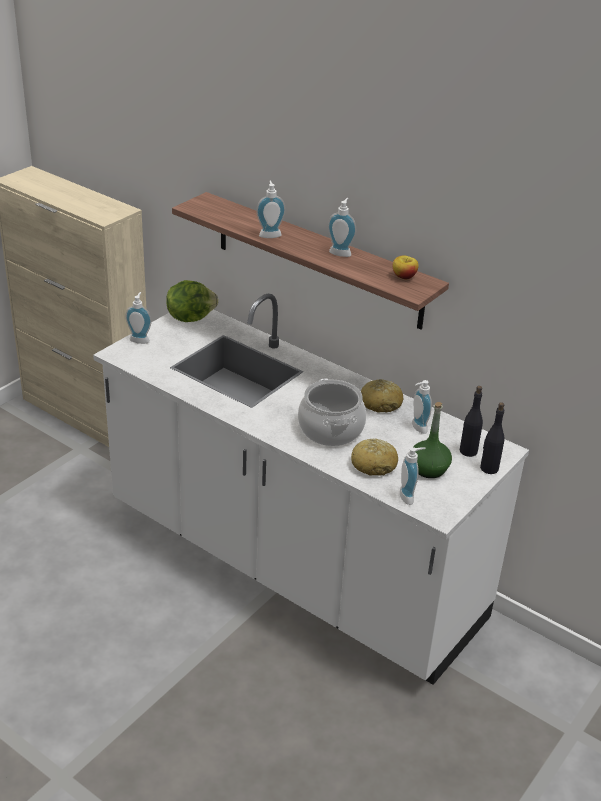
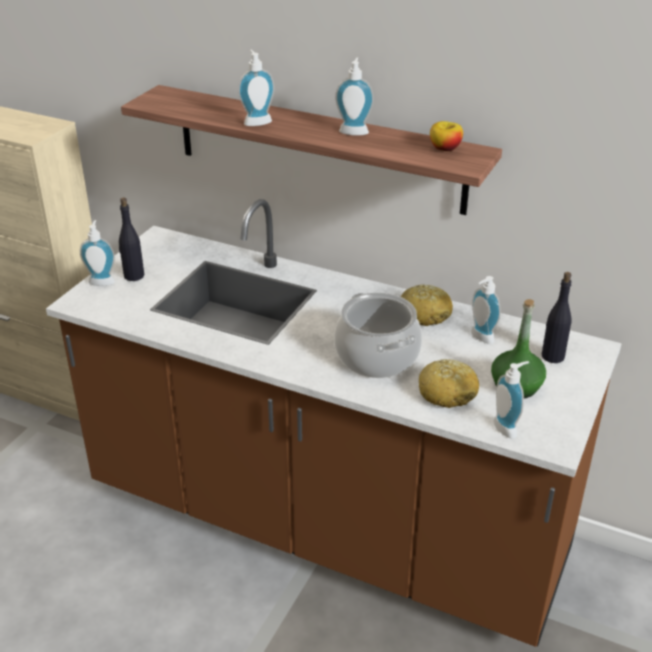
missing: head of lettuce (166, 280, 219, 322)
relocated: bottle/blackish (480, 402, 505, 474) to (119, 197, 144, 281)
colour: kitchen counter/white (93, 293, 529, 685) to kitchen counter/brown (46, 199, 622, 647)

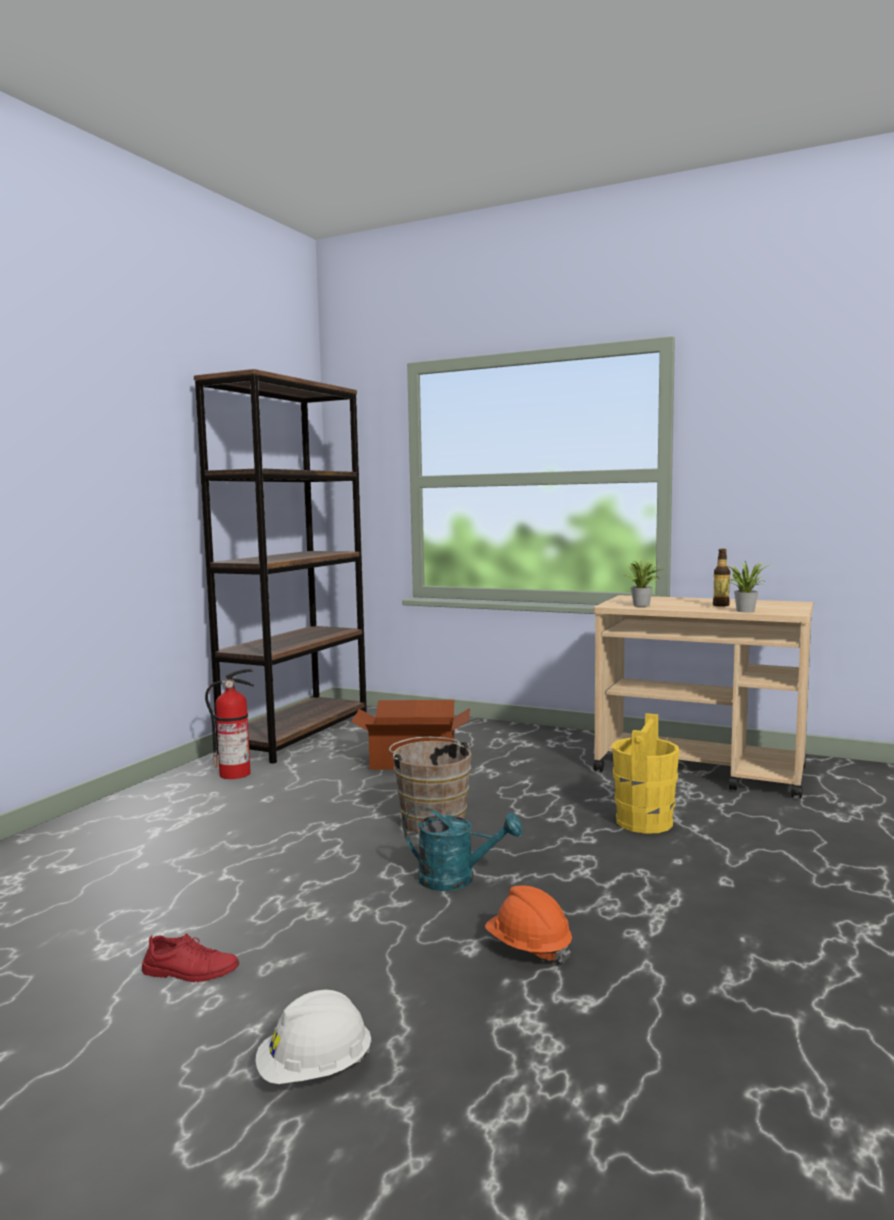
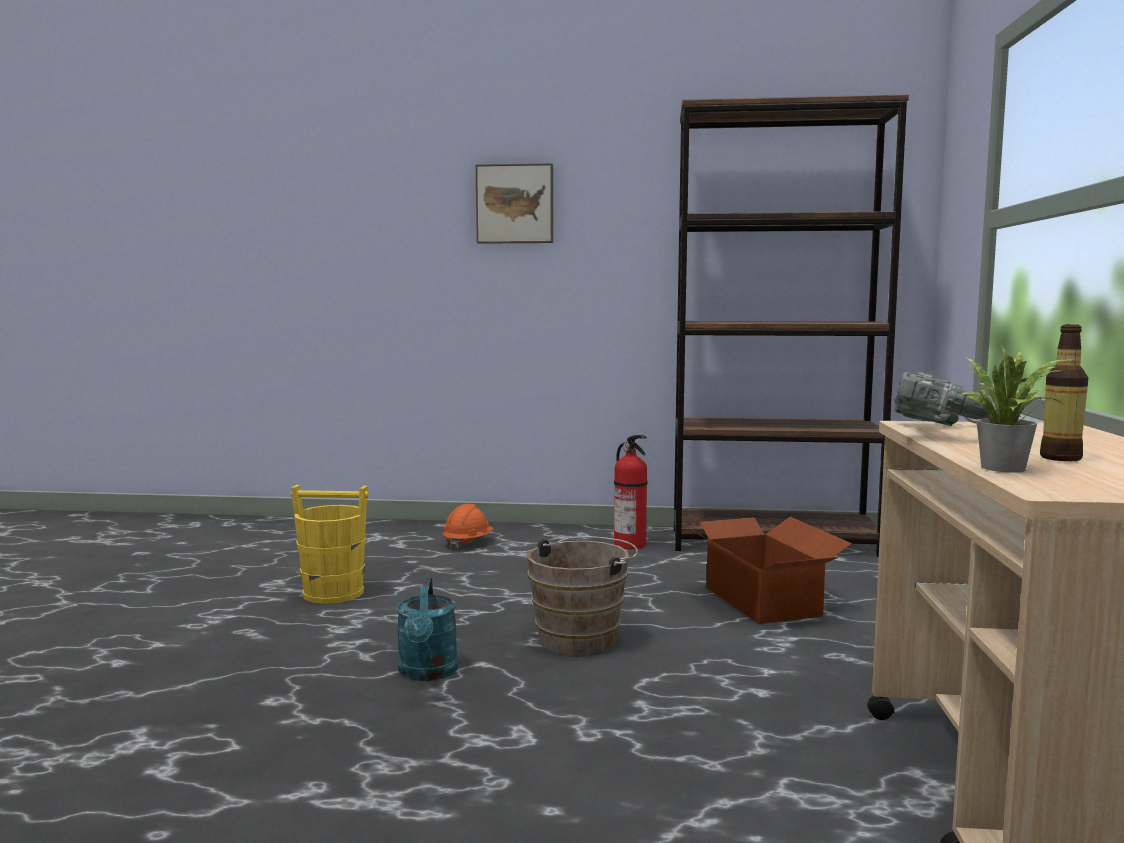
missing: shoe/reddish (142, 934, 239, 982); hard hat/white (256, 990, 372, 1084)
appeared: wall art (476, 163, 553, 244)
relocated: hard hat/orange-coloured (485, 885, 572, 964) to (443, 504, 494, 550); bucket/yellow-coloured (612, 713, 680, 834) to (291, 485, 369, 604)
exchanged: potted plant (623, 557, 663, 607) to electric drill (894, 372, 1021, 426)

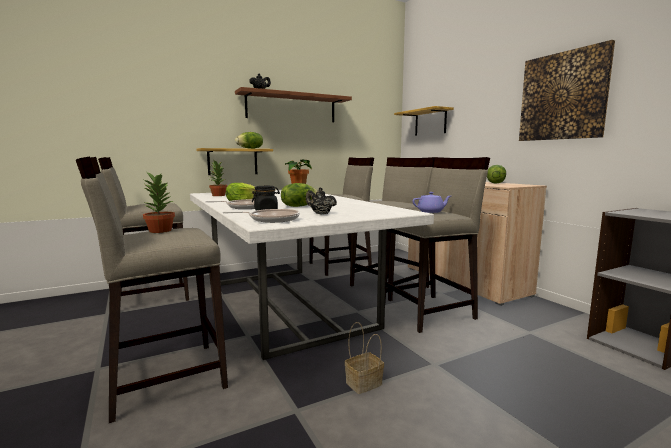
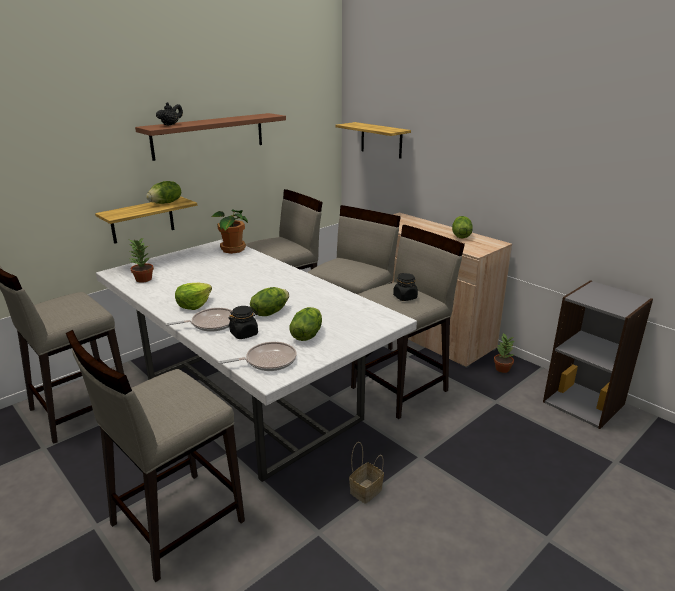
missing: wall art (519, 40, 615, 141)
relocated: potted plant (143, 171, 175, 233) to (494, 333, 514, 373)
exchanged: tea pot/blackish (306, 188, 337, 214) to head of lettuce (289, 307, 322, 341); tea pot/purple (412, 192, 451, 213) to jar/blackish (393, 273, 418, 301)

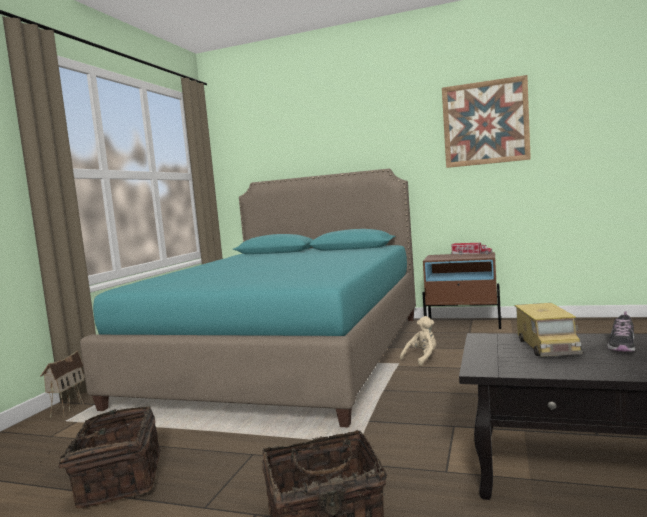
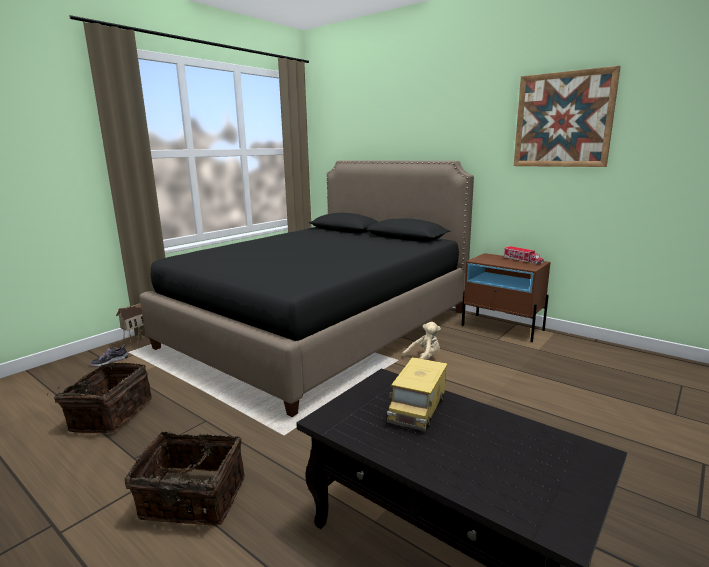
relocated: shoe (607, 311, 635, 352) to (90, 346, 128, 366)
colour: bed/blue-green (80, 169, 416, 428) to bed/blackish (140, 160, 474, 417)

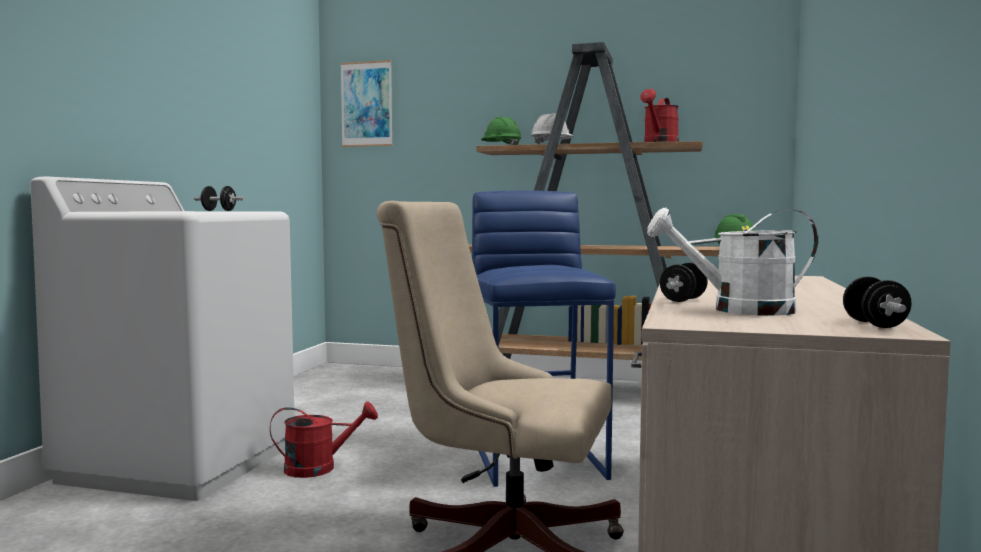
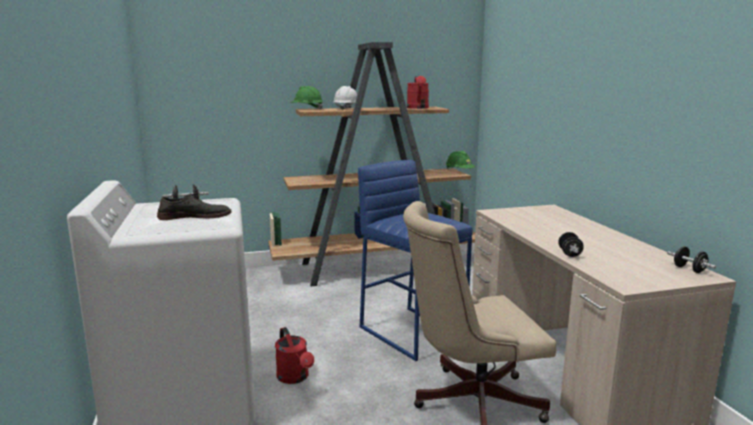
missing: wall art (340, 60, 393, 147); sprinkling can/white (647, 208, 818, 316)
appeared: shoe/greyish (157, 193, 231, 220)
spun: sprinkling can/reddish (270, 401, 378, 478) = (275, 327, 314, 384) 105 degrees clockwise

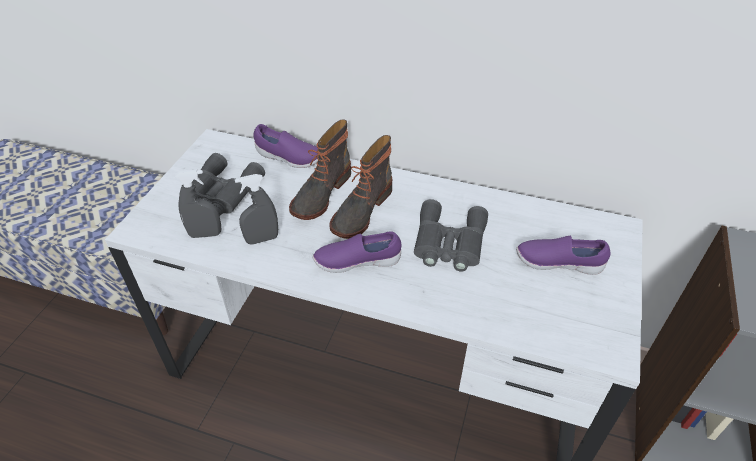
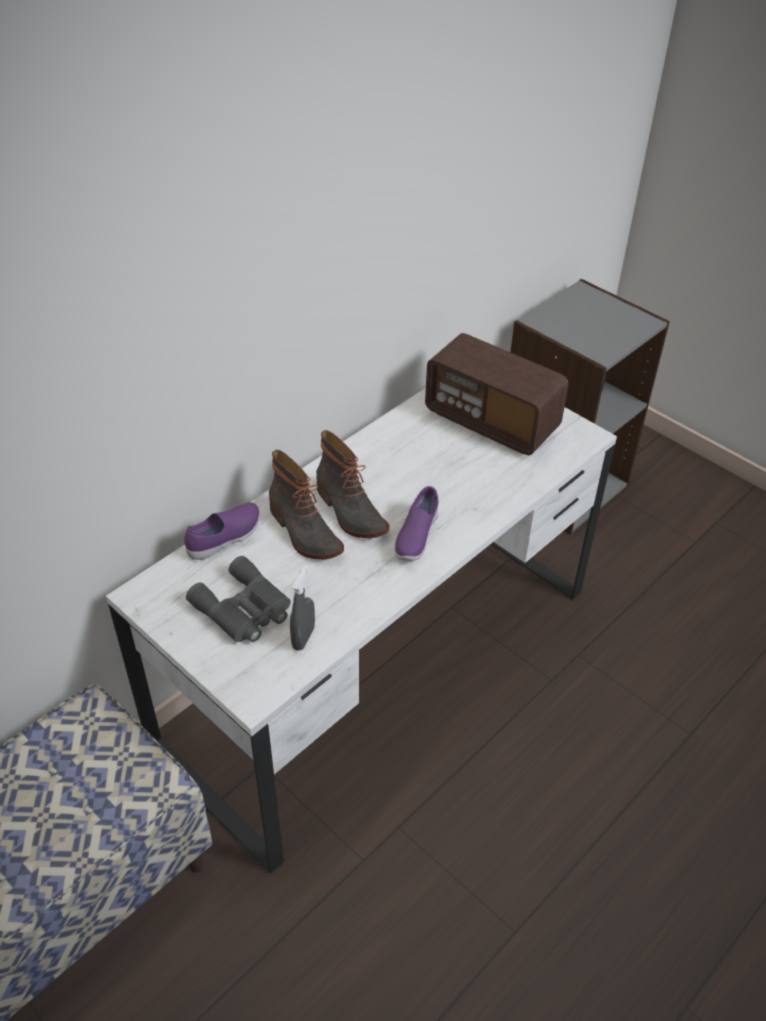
missing: spray bottle/greyish (235, 174, 278, 245); field glasses/greyish (414, 199, 488, 272)
exchanged: shoe/purple (516, 236, 611, 275) to radio (425, 333, 568, 455)

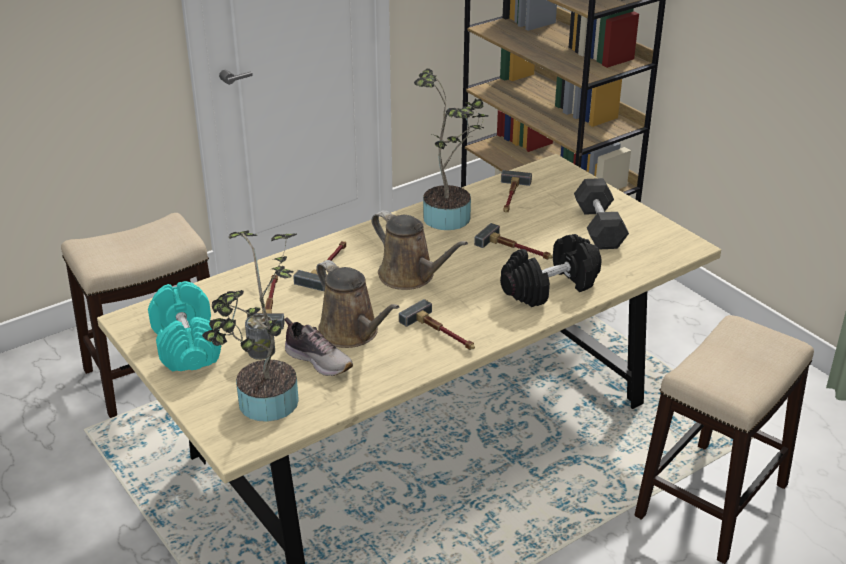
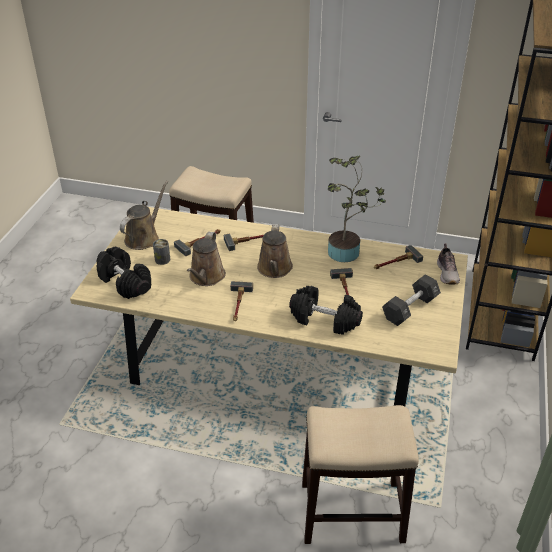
relocated: shoe (284, 317, 353, 376) to (437, 244, 460, 284)
exchanged: hand weight/blue-green (148, 281, 221, 372) to sprinkling can/brown (120, 181, 168, 250); potted plant (202, 230, 299, 422) to hand weight/blackish (96, 247, 151, 299)

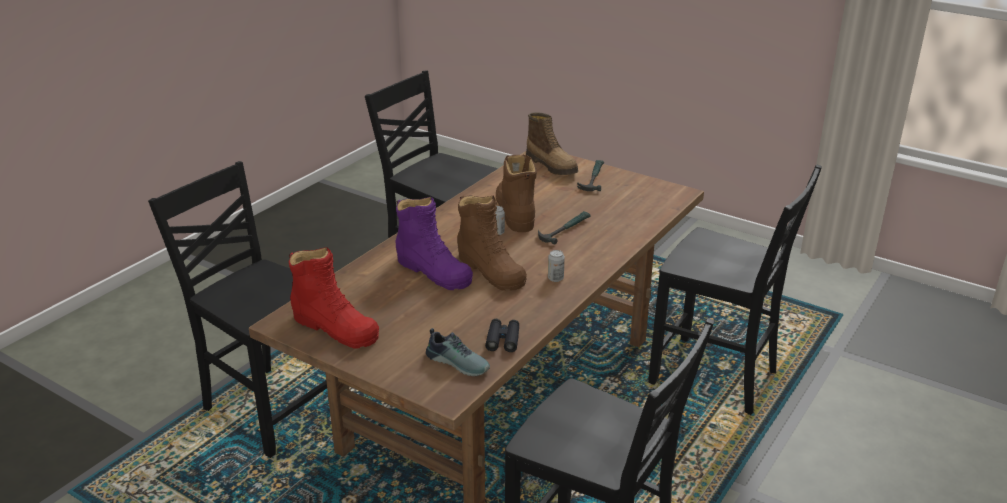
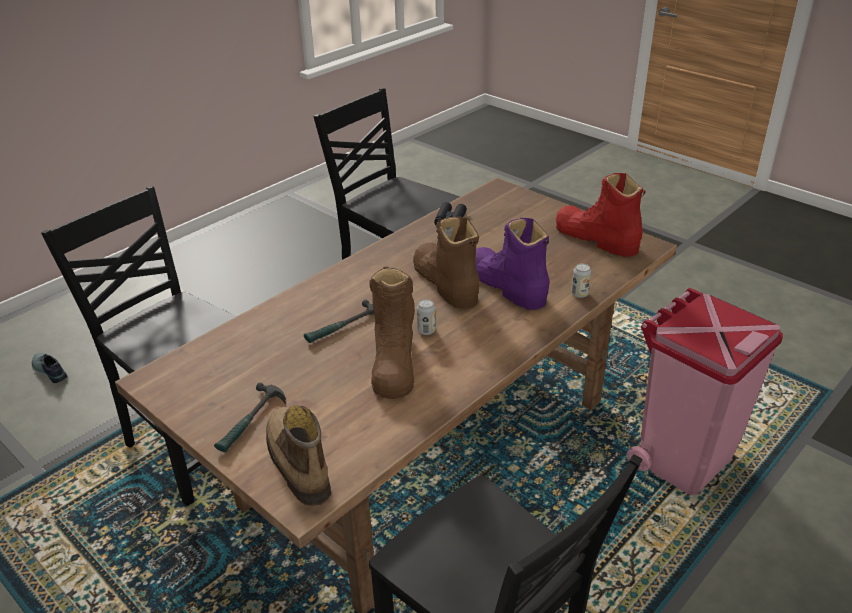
relocated: shoe (426, 328, 490, 376) to (32, 353, 68, 383); sealed can (548, 250, 565, 282) to (571, 263, 591, 298)
exchanged: plain chair/blackish (148, 161, 327, 458) to rubbish bin/pink (627, 288, 783, 495)

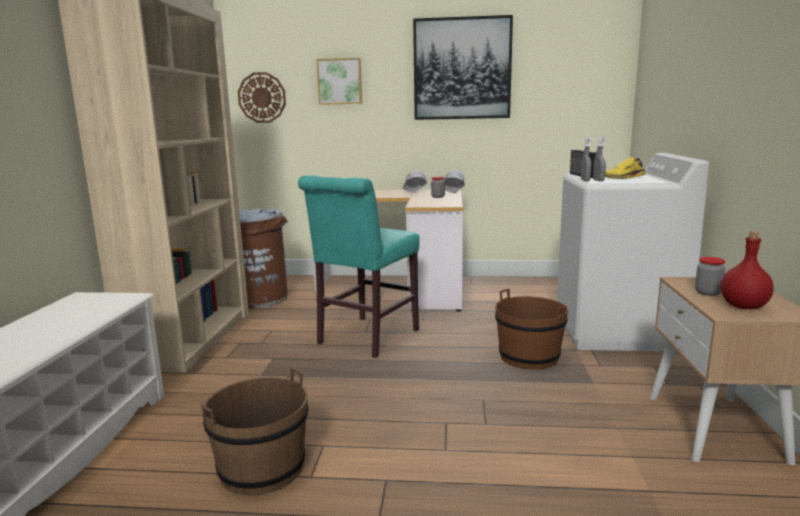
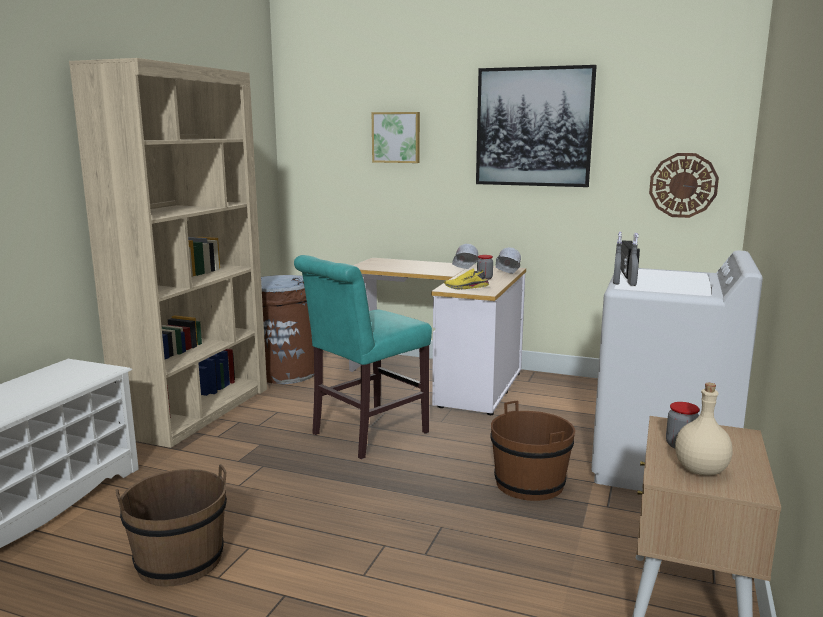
relocated: hanging clock (238, 72, 286, 123) to (649, 153, 719, 218); shoe/yellow-coloured (605, 157, 646, 179) to (444, 269, 489, 290)
colour: bottle/reddish (721, 231, 774, 309) to bottle/beige (675, 383, 732, 475)

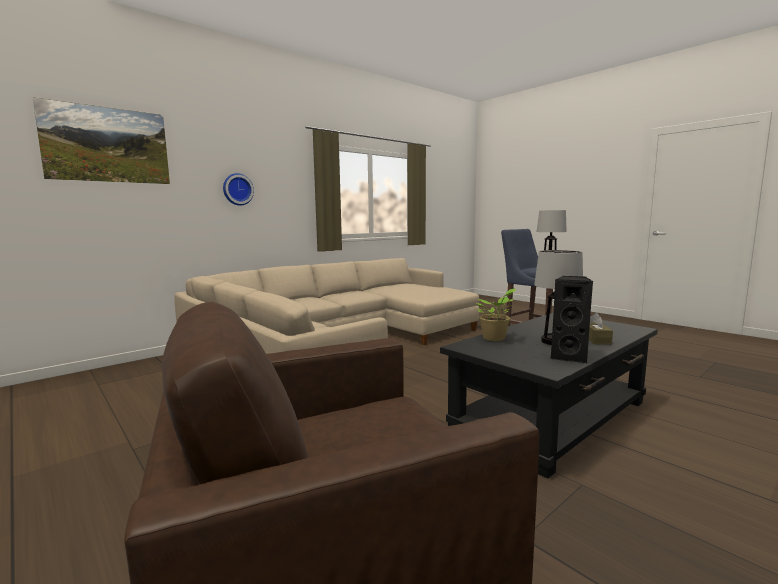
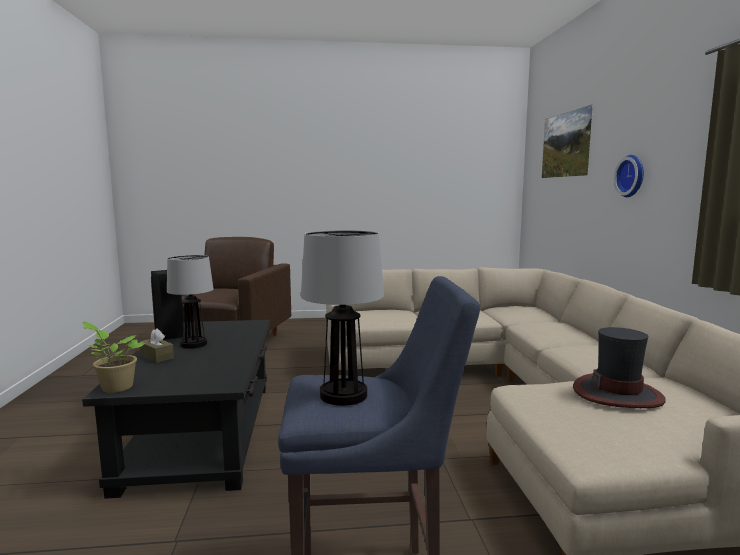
appeared: clothing hat (573, 327, 666, 408)
relocated: potted plant (476, 288, 516, 341) to (83, 322, 145, 393)

